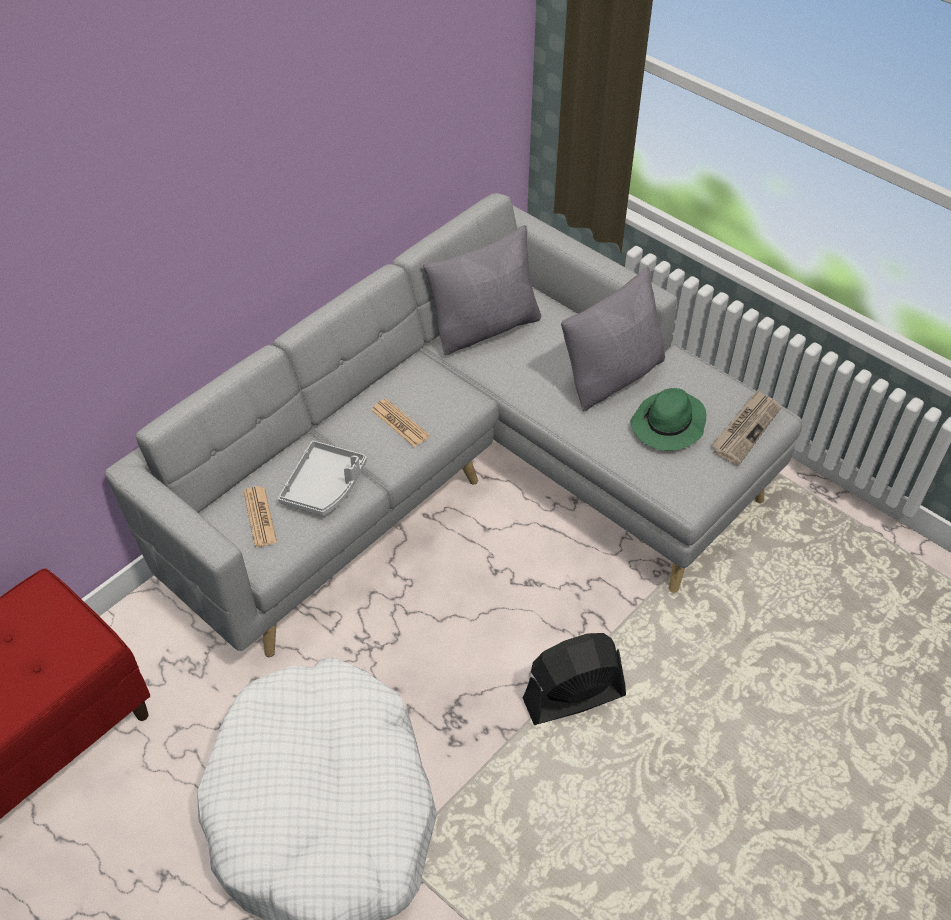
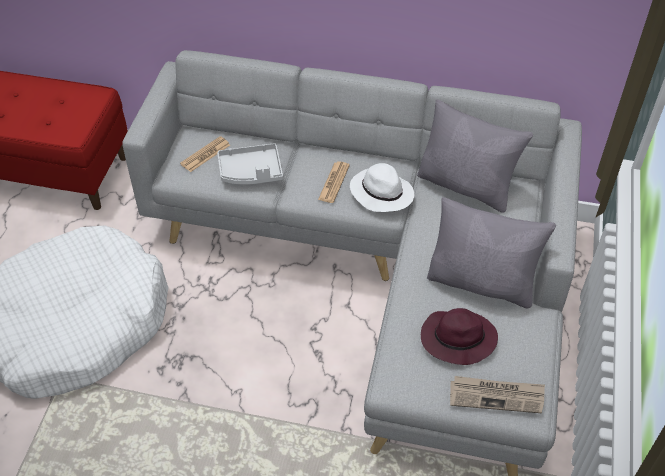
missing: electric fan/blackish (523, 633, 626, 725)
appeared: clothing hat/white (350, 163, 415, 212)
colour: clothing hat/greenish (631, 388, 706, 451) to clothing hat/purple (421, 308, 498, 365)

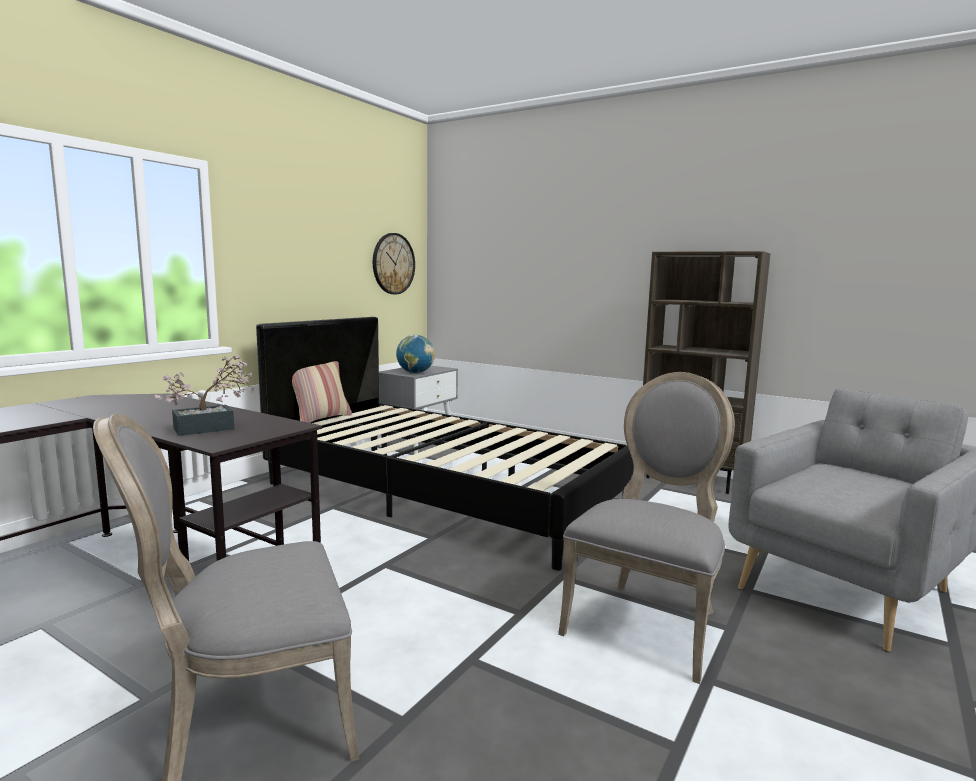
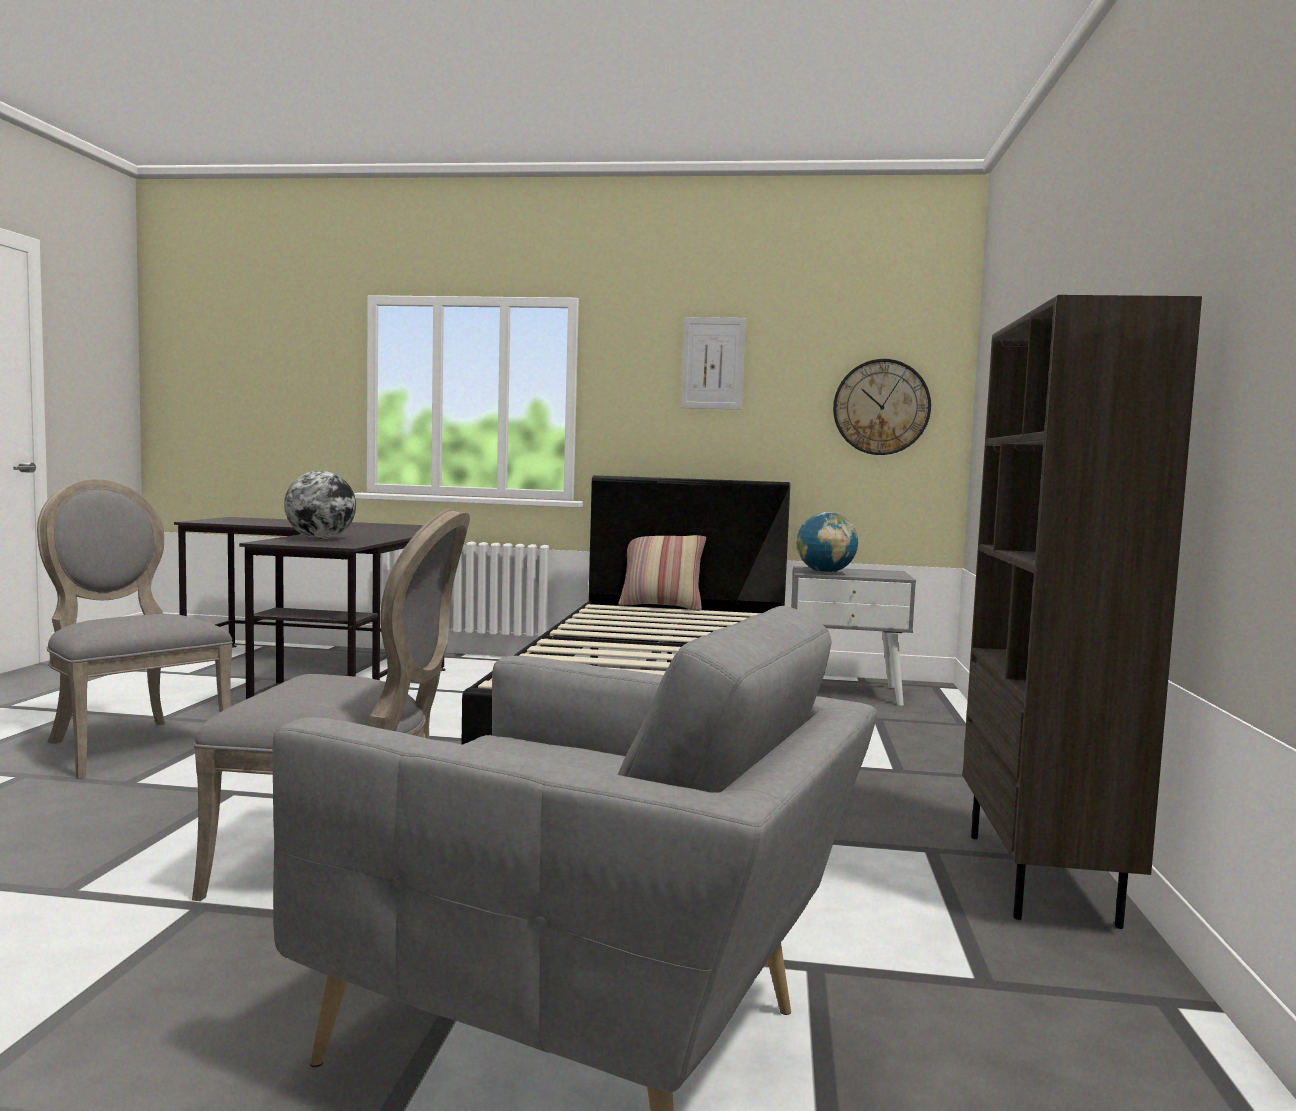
appeared: wall art (681, 317, 746, 410)
exchanged: potted plant (155, 355, 254, 436) to world globe (284, 471, 356, 539)

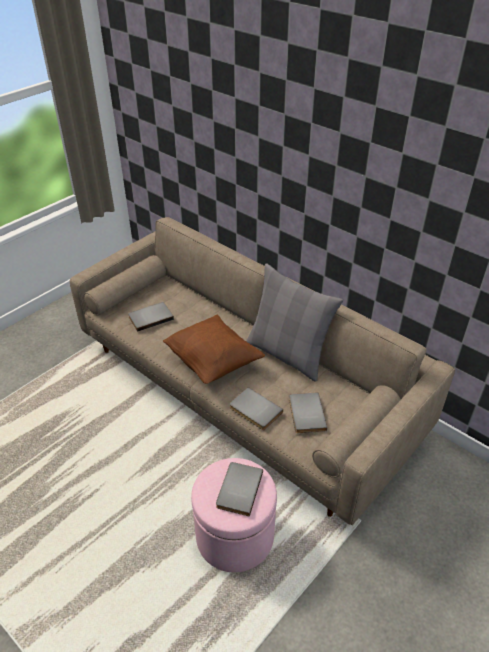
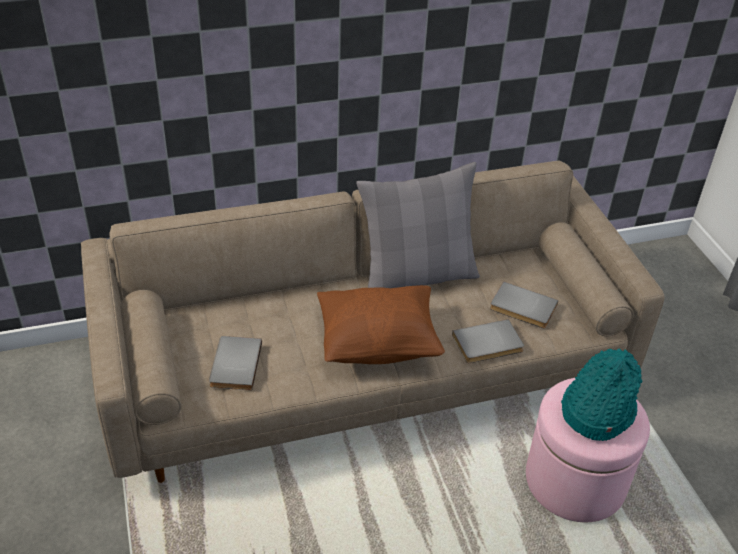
exchanged: volume/greyish (216, 462, 263, 517) to clothing hat/blue-green (561, 348, 643, 441)

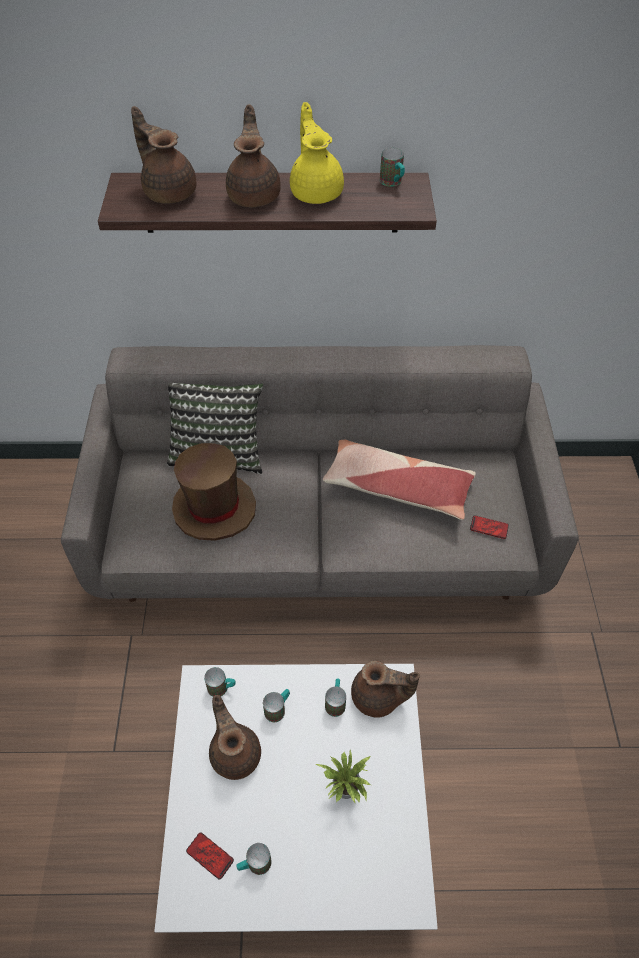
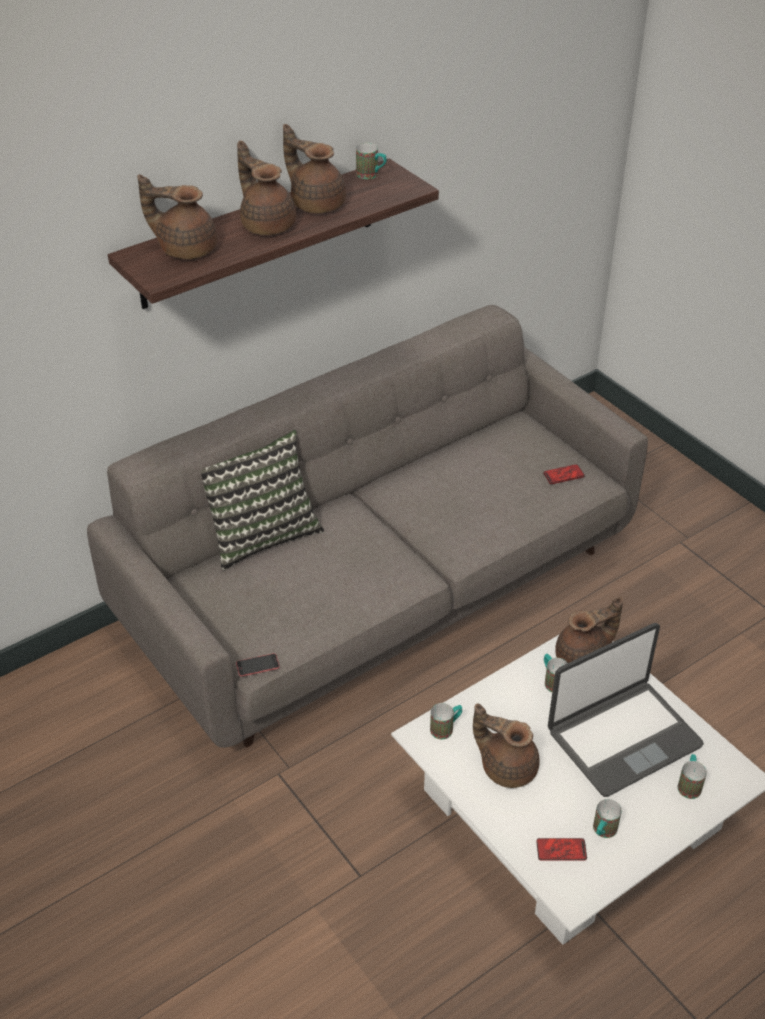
missing: clothing hat/brown (172, 443, 256, 541); throw pillow (323, 440, 476, 520)
appeared: phone (236, 653, 280, 677)
relocated: coffee mug (263, 689, 290, 722) to (677, 754, 707, 799)
exchanged: potted plant (315, 750, 371, 803) to portable computer (548, 623, 704, 797)
colour: tea pot/yellow-coloured (290, 102, 344, 204) to tea pot/brown (283, 124, 346, 213)

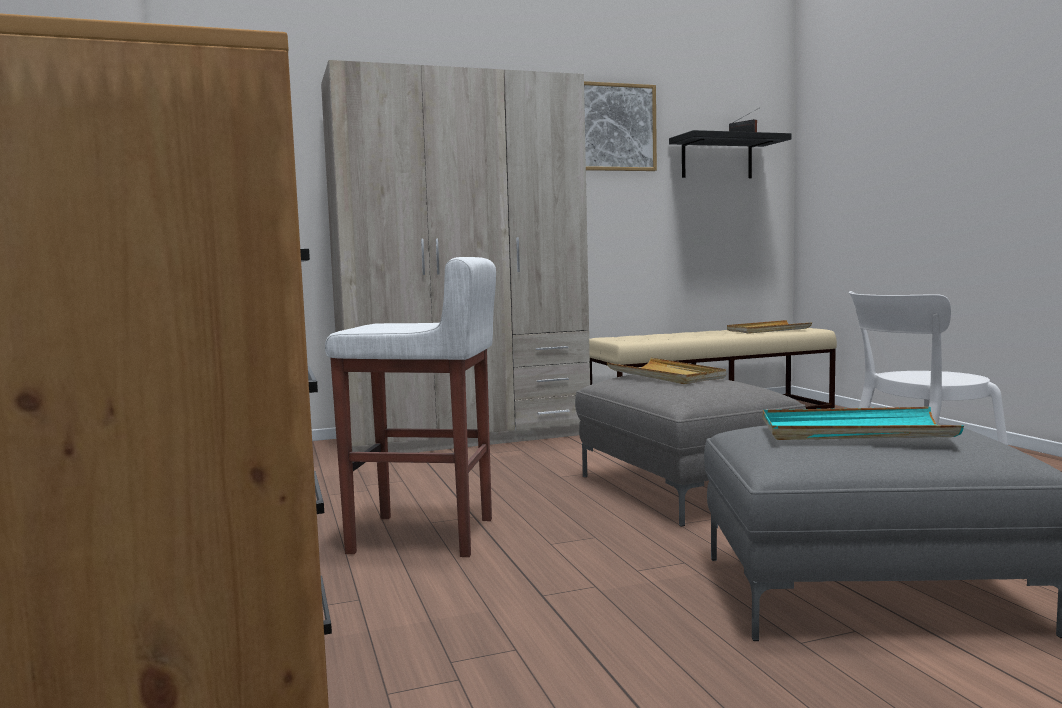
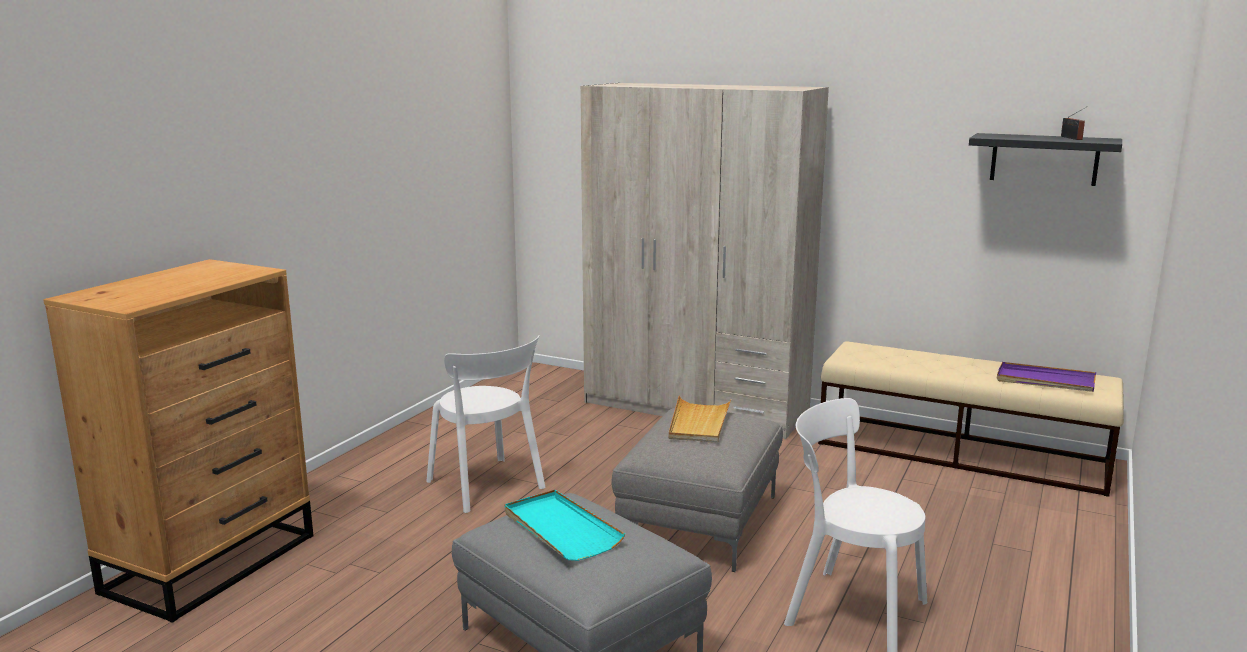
missing: wall art (584, 81, 657, 171)
exchanged: stool/white (325, 257, 496, 557) to plain chair/white (426, 335, 546, 513)
colour: serving tray/beige (727, 320, 812, 334) to serving tray/purple (997, 362, 1096, 392)

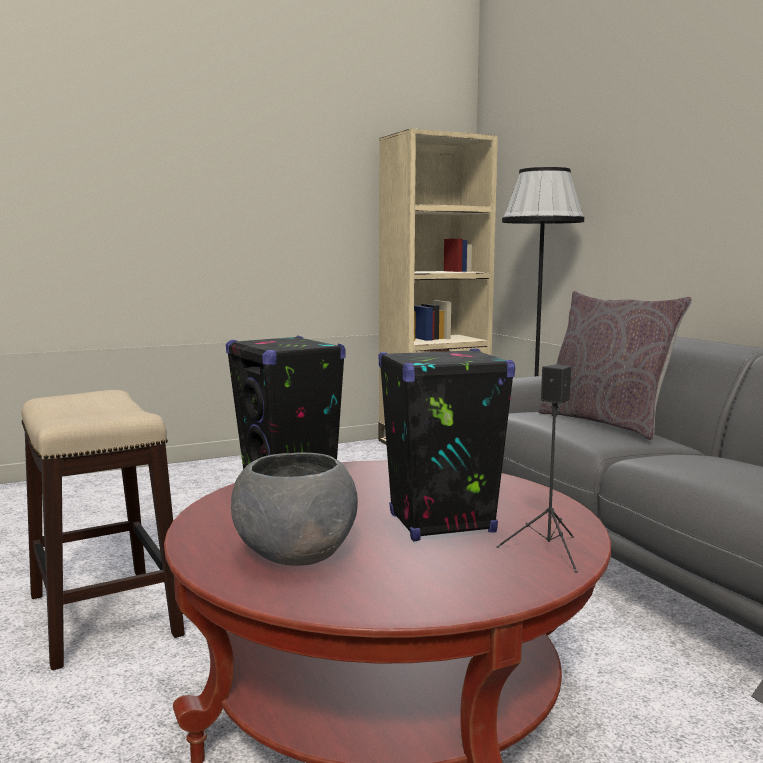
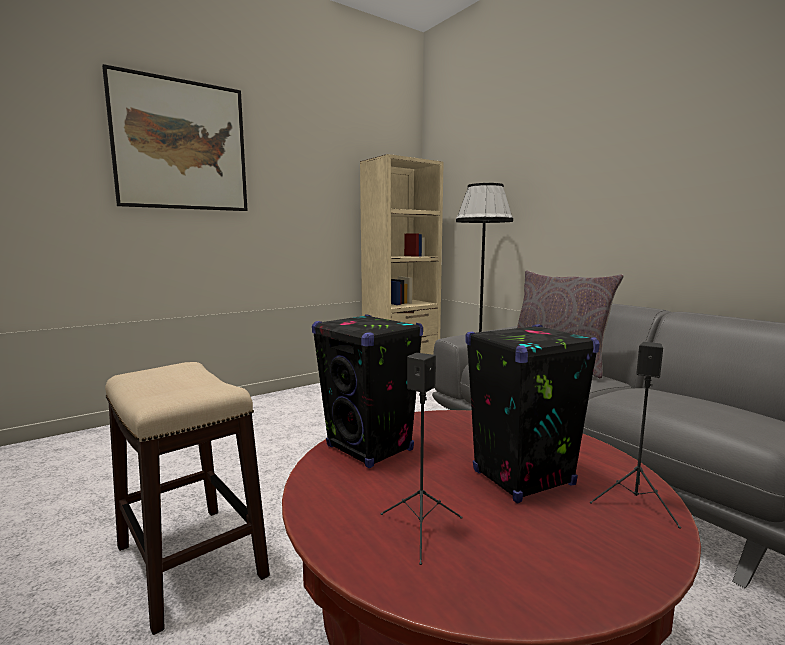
appeared: wall art (102, 64, 248, 211)
exchanged: deep dish/greyish (231, 452, 358, 566) to speaker/blackish (381, 353, 462, 565)

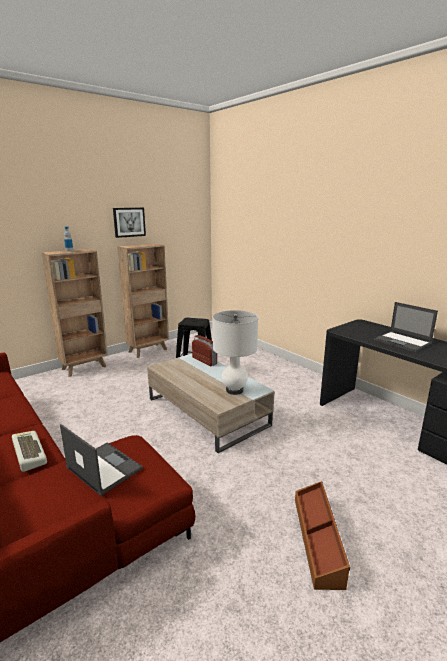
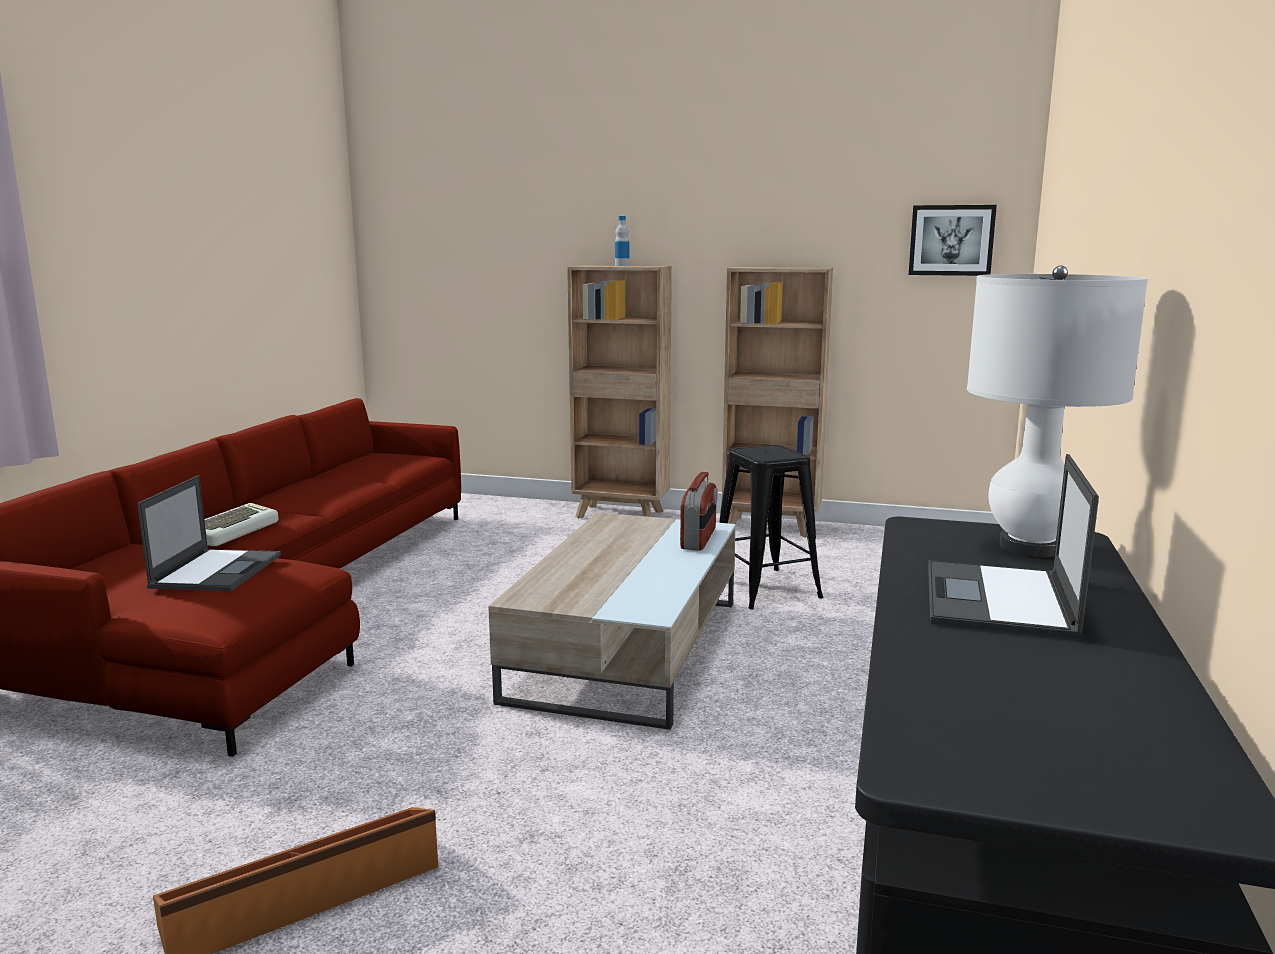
relocated: wall art (113, 208, 146, 238) to (909, 205, 997, 276); tabletop lamp/white (213, 310, 258, 395) to (967, 265, 1148, 557)

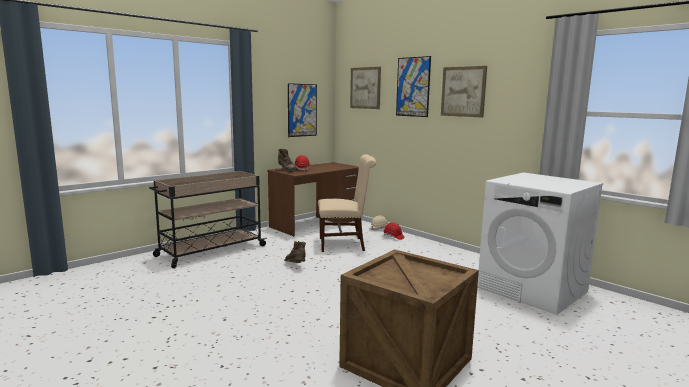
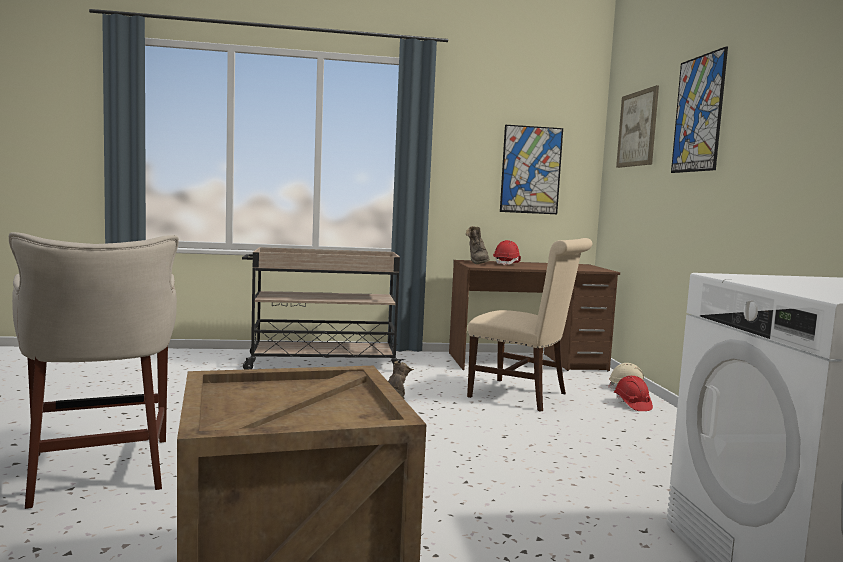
missing: wall art (441, 66, 487, 118)
appeared: stool/beige (9, 232, 179, 509)

